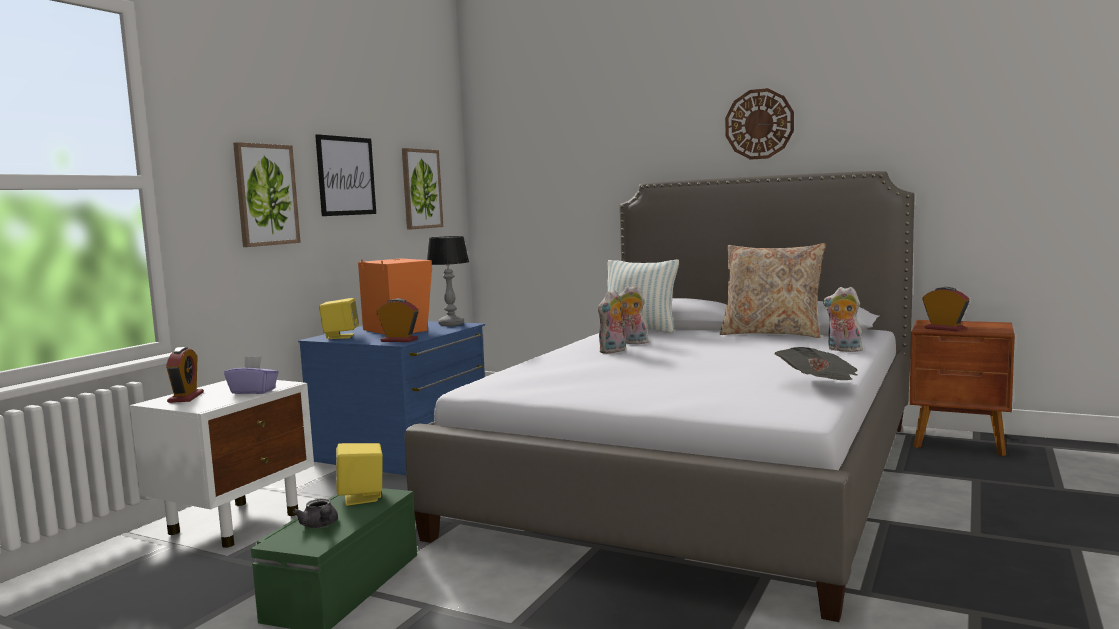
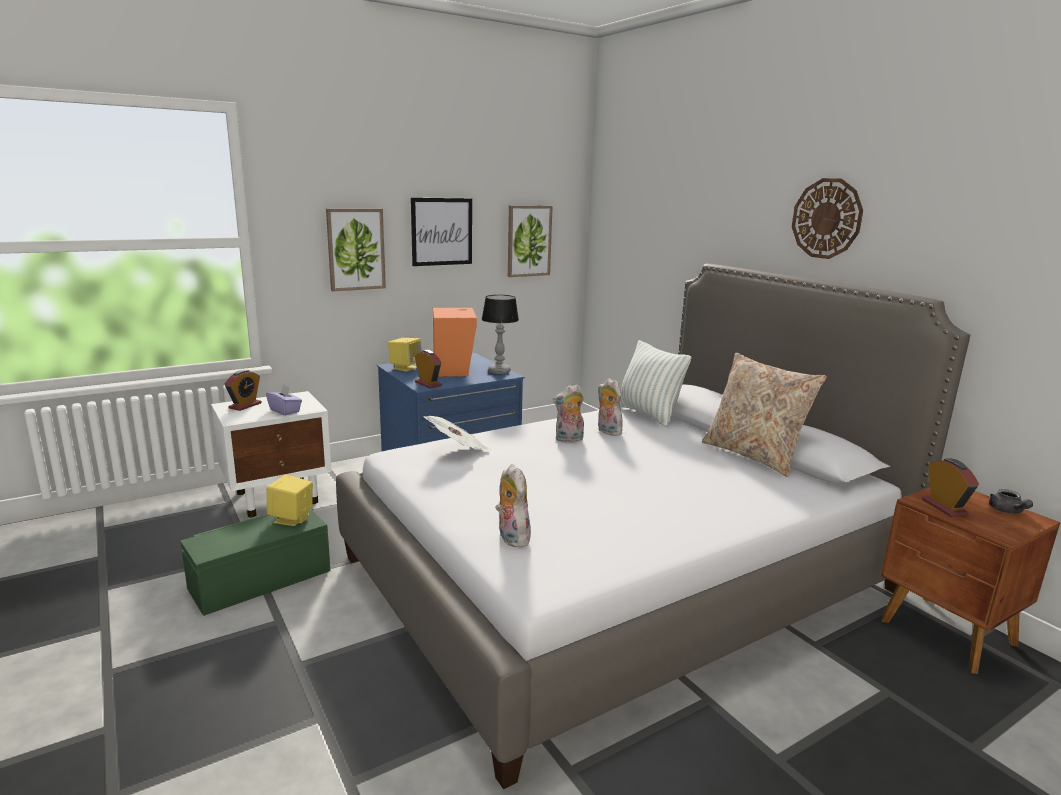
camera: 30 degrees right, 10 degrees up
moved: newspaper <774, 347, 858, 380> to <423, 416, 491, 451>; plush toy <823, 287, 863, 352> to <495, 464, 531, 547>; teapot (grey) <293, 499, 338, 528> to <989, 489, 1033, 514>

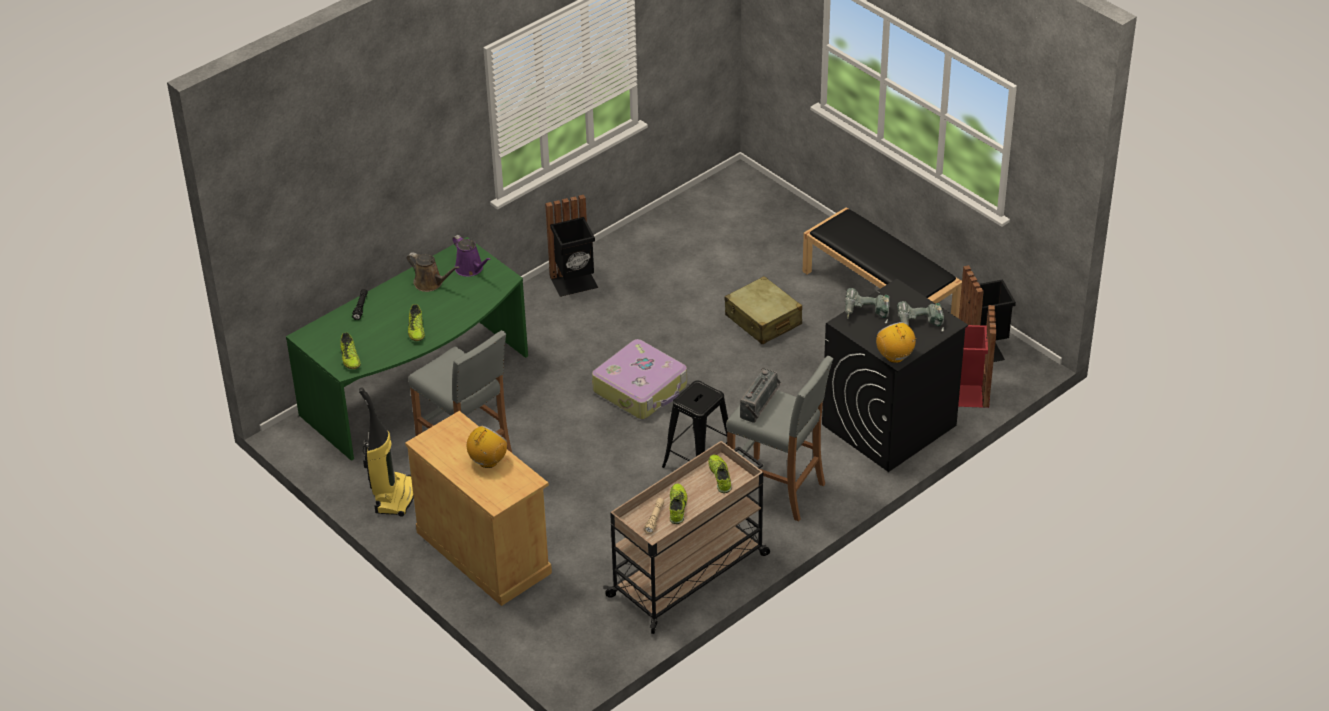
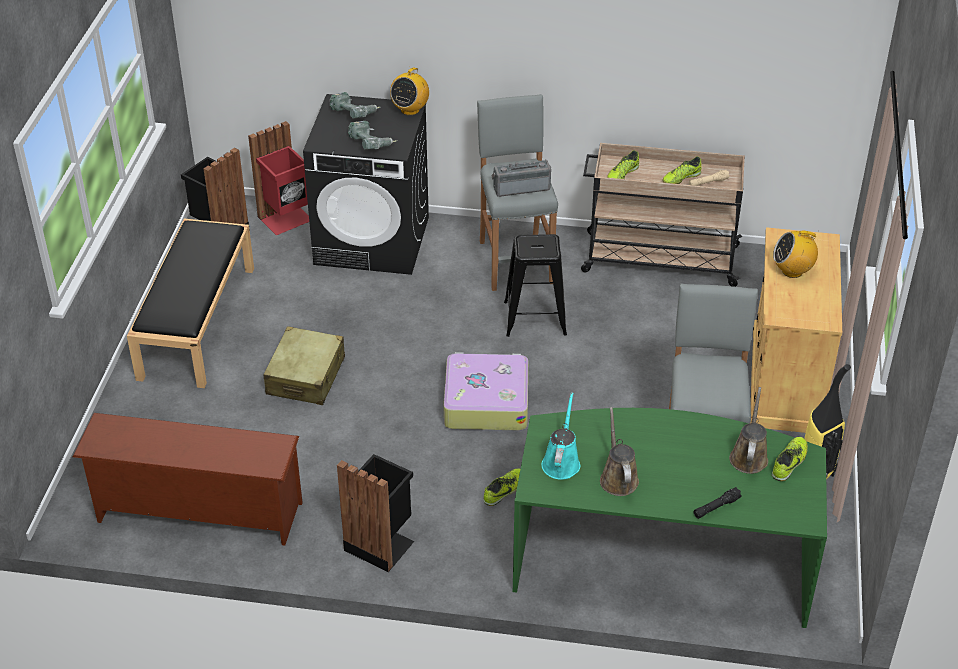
camera: 130 degrees left, 0 degrees up
added: shoe rack (brown) <72, 413, 303, 545>; watering can (brown) <729, 387, 768, 474>
moved: shoe <408, 304, 425, 341> to <483, 468, 520, 506>
recoloured: watering can (purple) <453, 235, 491, 277> to watering can (turquoise) <541, 392, 580, 480>

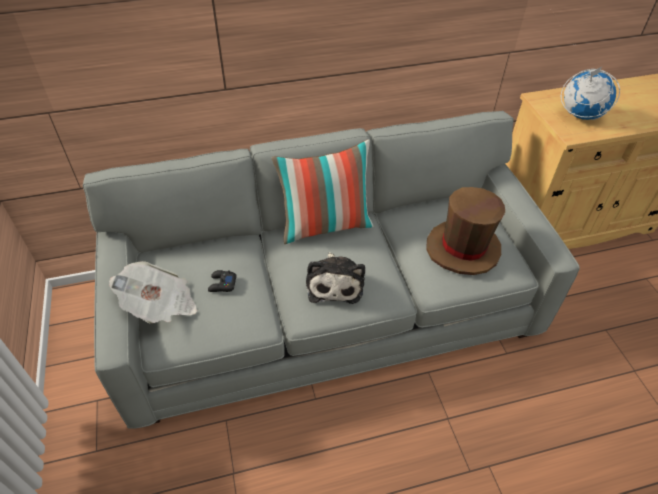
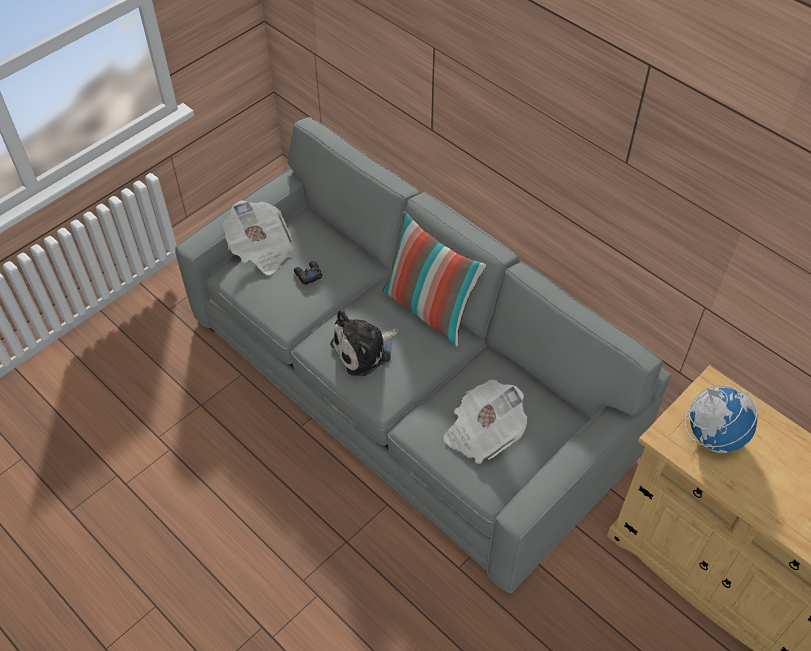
camera: 60 degrees right, 5 degrees up
replaced: hat (brown) <426, 187, 505, 275> to newspaper <443, 379, 527, 464>

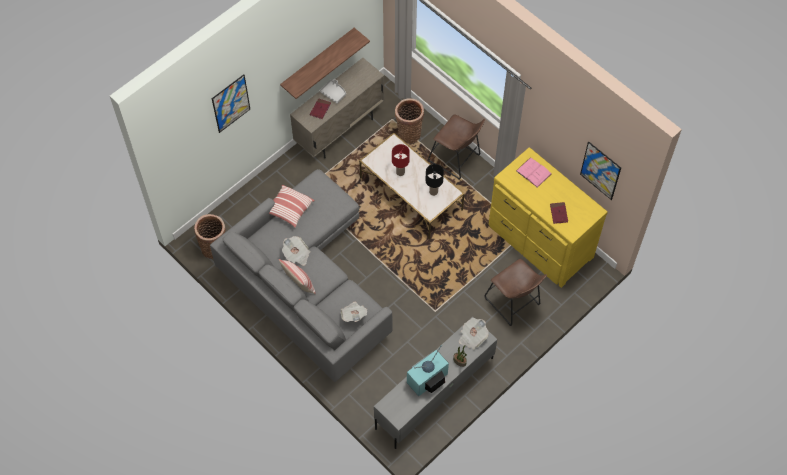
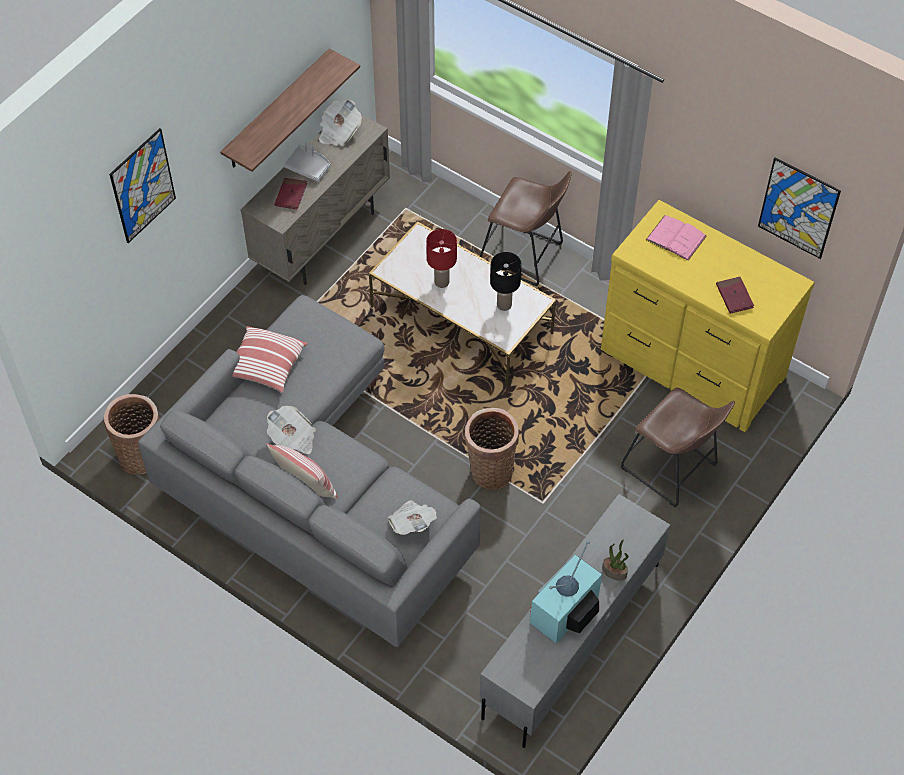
camera: 10 degrees left, 5 degrees down
moved: newspaper <459, 318, 489, 349> to <319, 99, 362, 146>; basket <395, 98, 424, 143> to <464, 408, 519, 490>

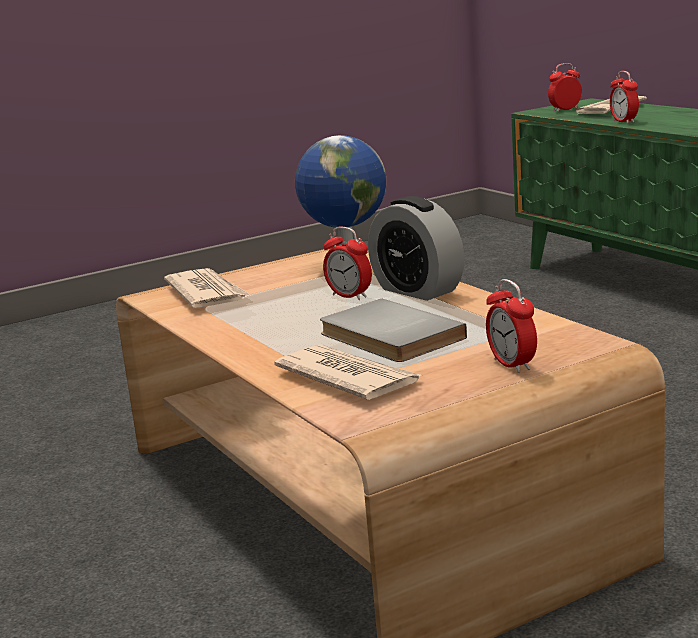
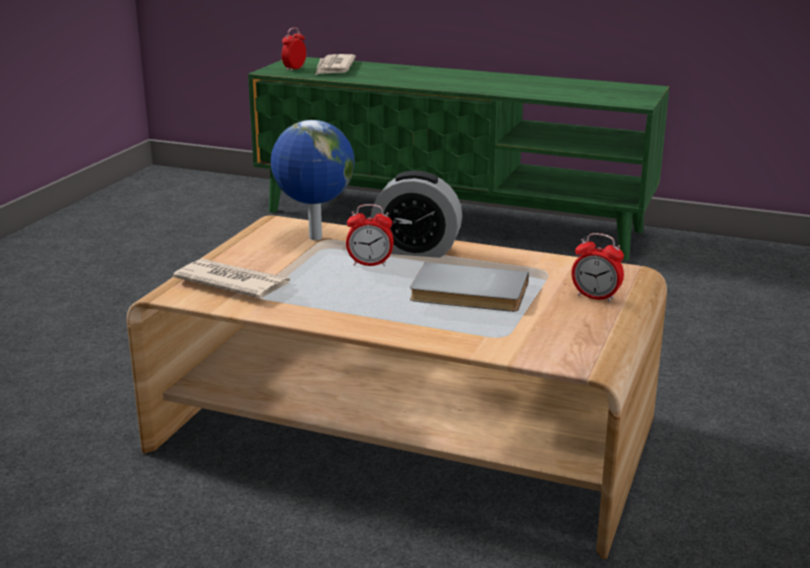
camera: 40 degrees left, 5 degrees up
removed: newspaper <274, 344, 421, 400>; alarm clock <610, 71, 639, 124>

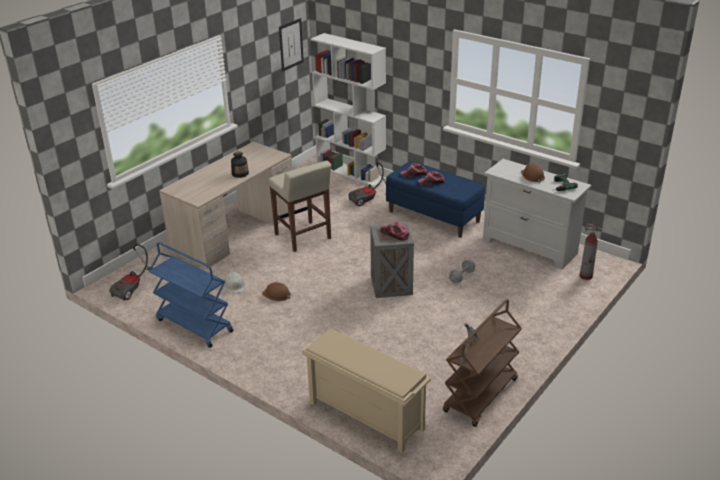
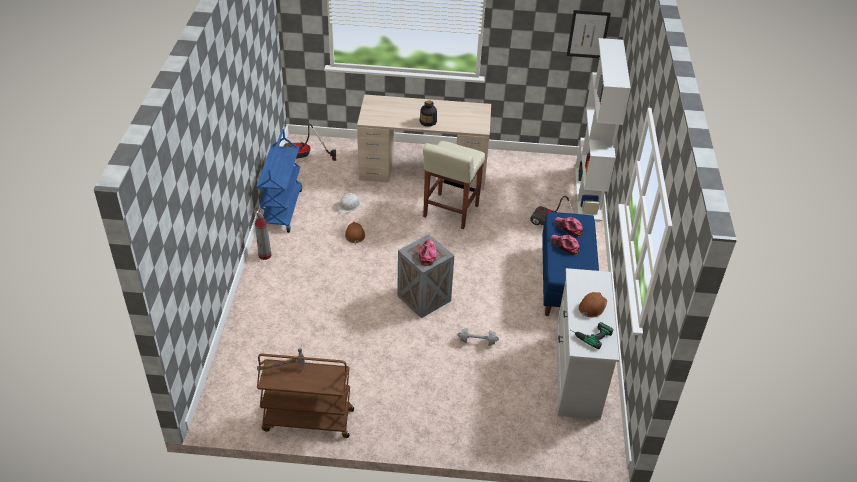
camera: 55 degrees right, 10 degrees up
removed: shoe rack (beige) <302, 329, 431, 453>
moved: fire extinguisher <579, 223, 602, 280> to <255, 205, 272, 260>

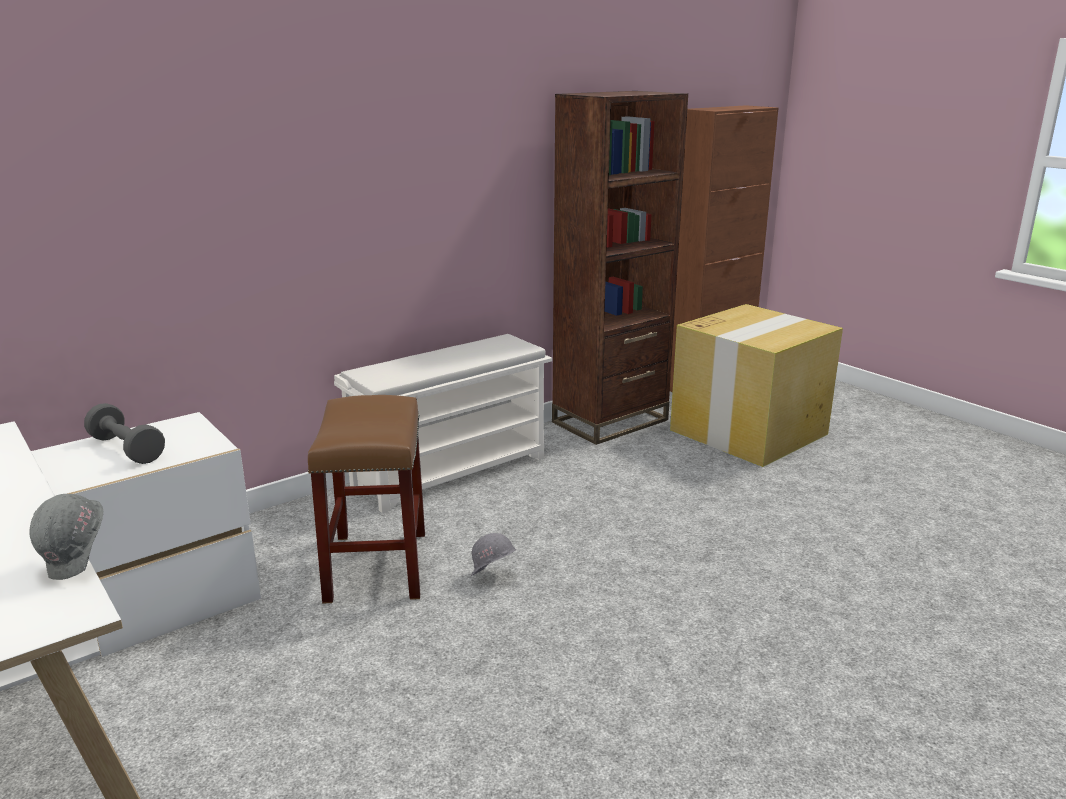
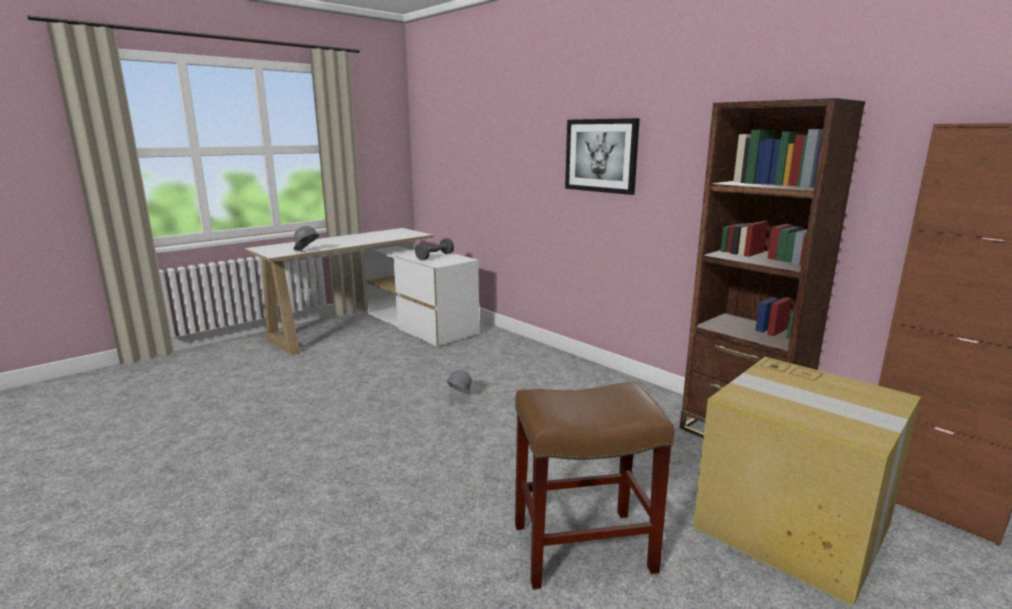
camera: 85 degrees right, 5 degrees down
removed: shoe rack (white) <334, 334, 552, 513>
added: picture <565, 118, 640, 195>
moved: stool (brown) <308, 395, 425, 604> to <515, 382, 674, 590>

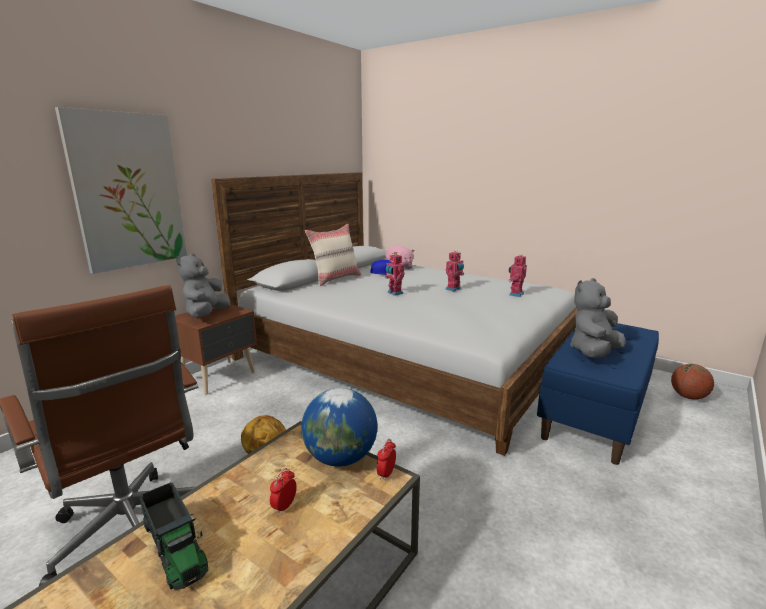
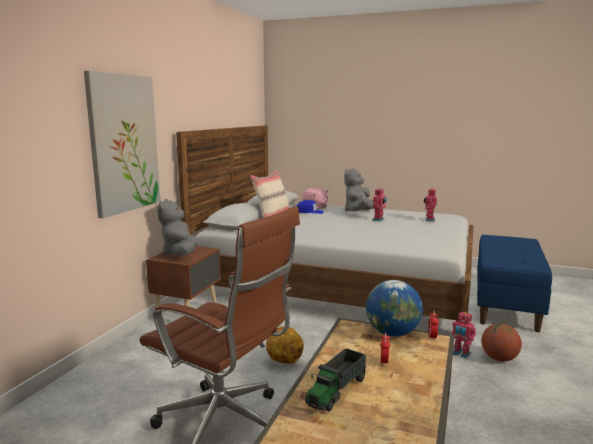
camera: 15 degrees left, 5 degrees down
moved: plush toy (grey) <570, 278, 626, 358> to <344, 168, 374, 211>; toy robot <385, 253, 405, 296> to <451, 311, 476, 358>; basketball <671, 364, 714, 400> to <482, 324, 522, 362>
turned: toy truck <140, 482, 208, 589> = <305, 349, 366, 412> 90 degrees clockwise

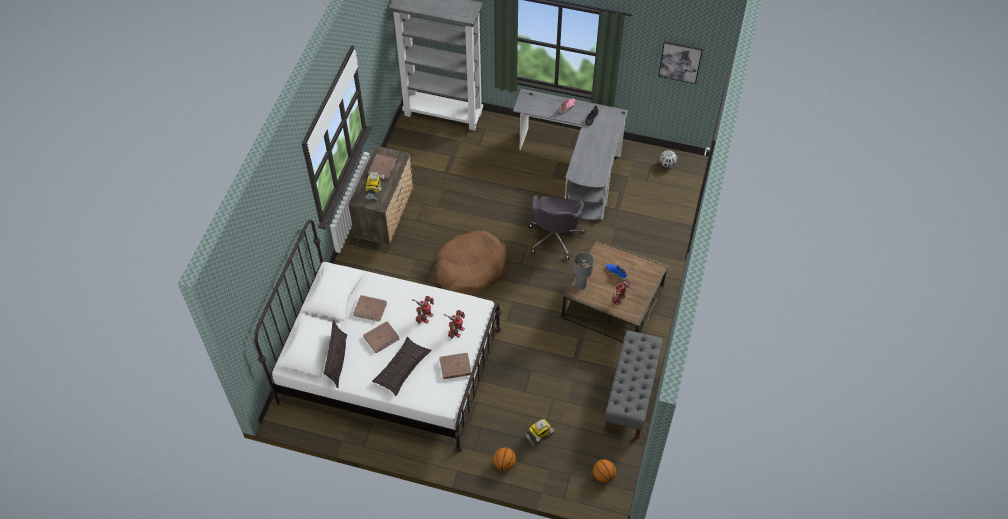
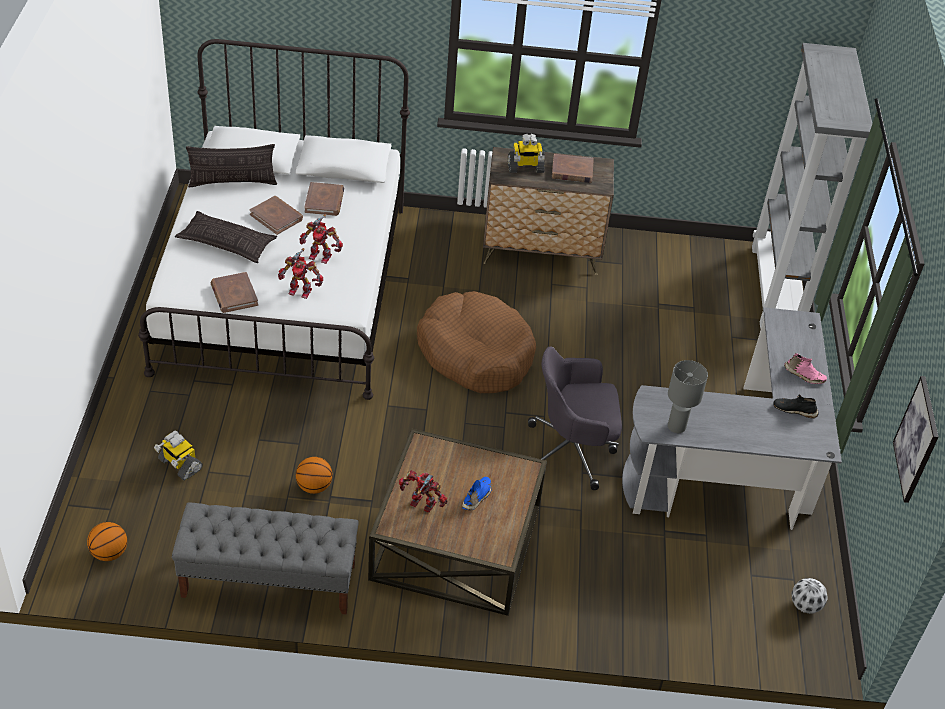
camera: 75 degrees right, 10 degrees down
moved: basketball <493, 448, 516, 471> to <296, 457, 333, 494>; table lamp (grey) <573, 252, 594, 289> to <668, 360, 708, 433>

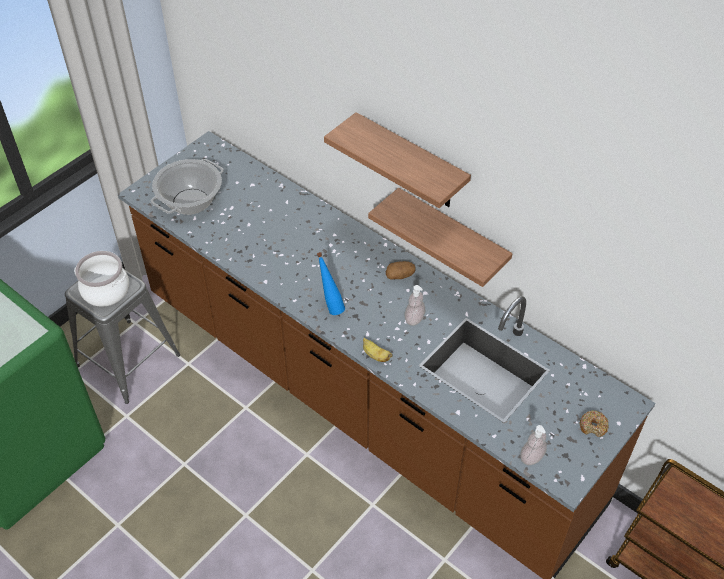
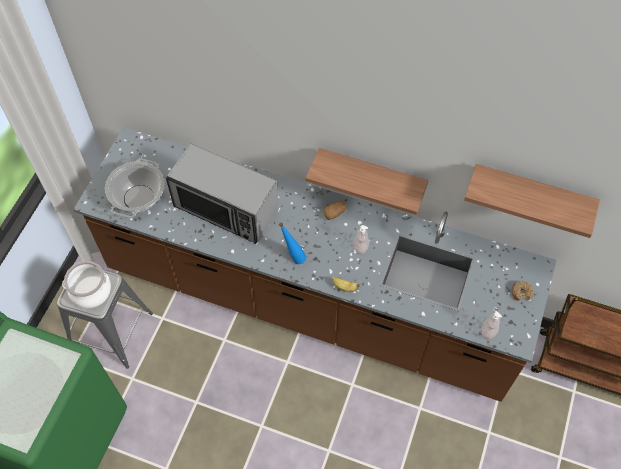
camera: 20 degrees left, 10 degrees up
added: microwave <166, 144, 279, 244>
moved: shelf <324, 112, 471, 208> to <464, 164, 600, 238>

